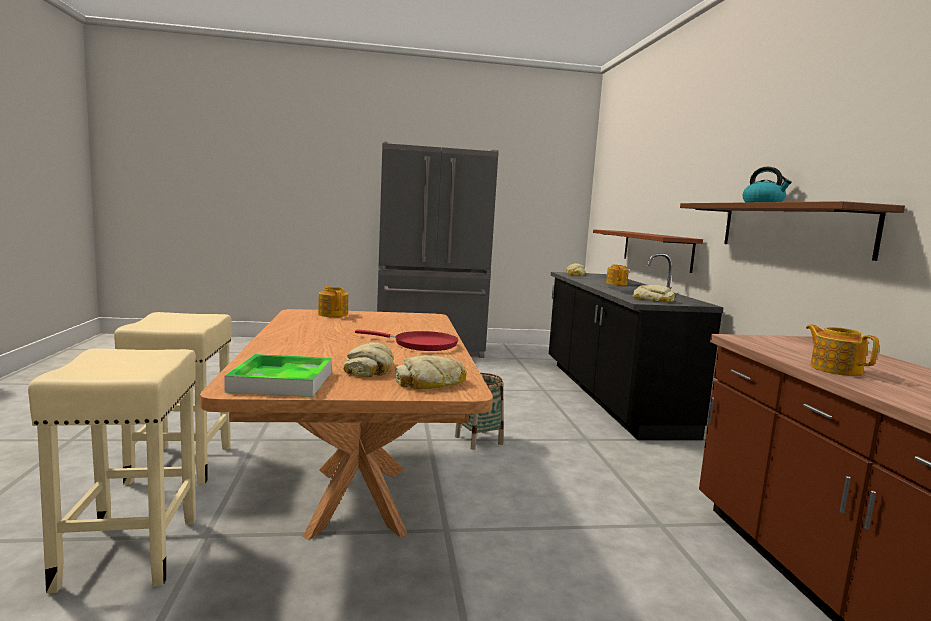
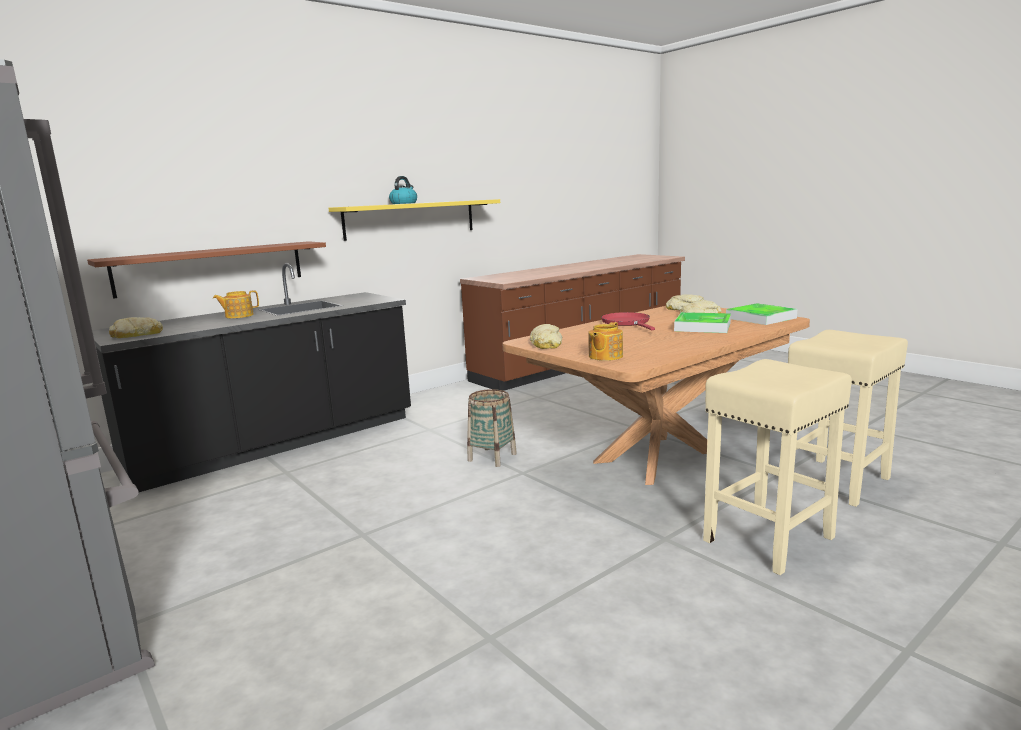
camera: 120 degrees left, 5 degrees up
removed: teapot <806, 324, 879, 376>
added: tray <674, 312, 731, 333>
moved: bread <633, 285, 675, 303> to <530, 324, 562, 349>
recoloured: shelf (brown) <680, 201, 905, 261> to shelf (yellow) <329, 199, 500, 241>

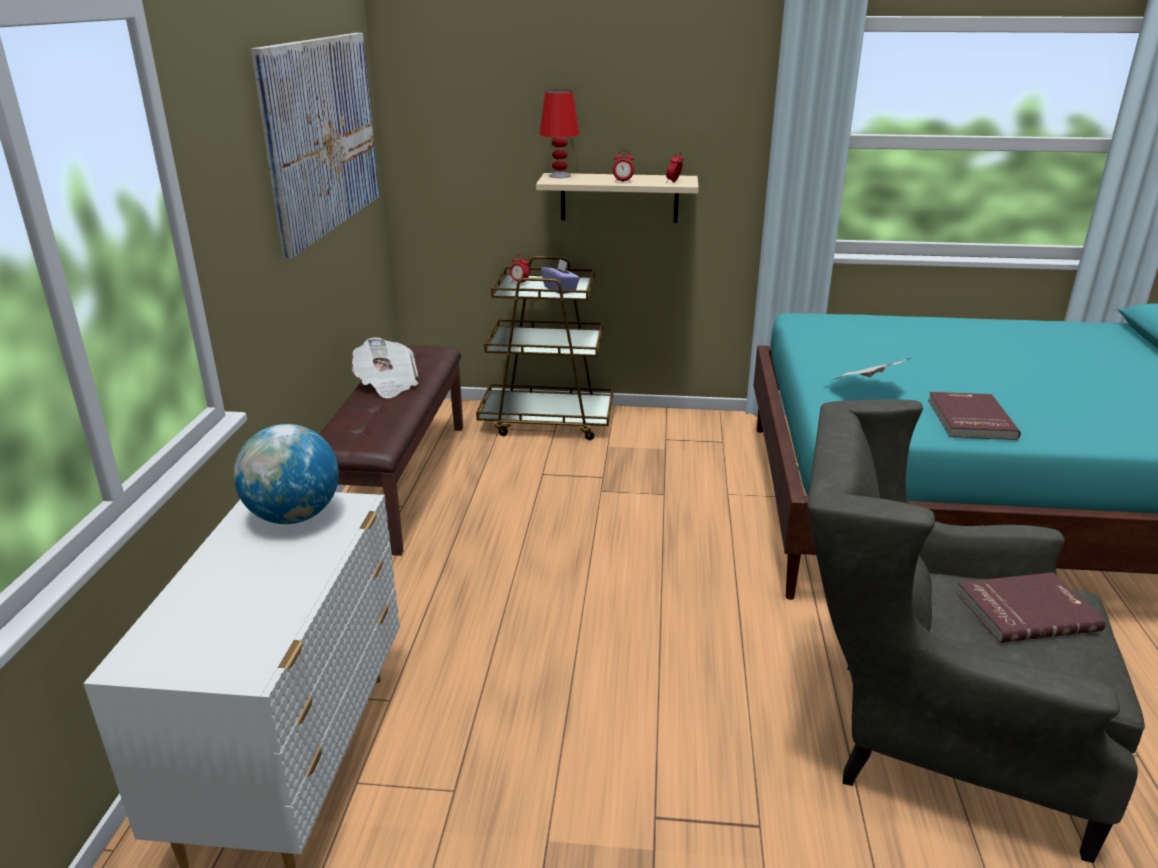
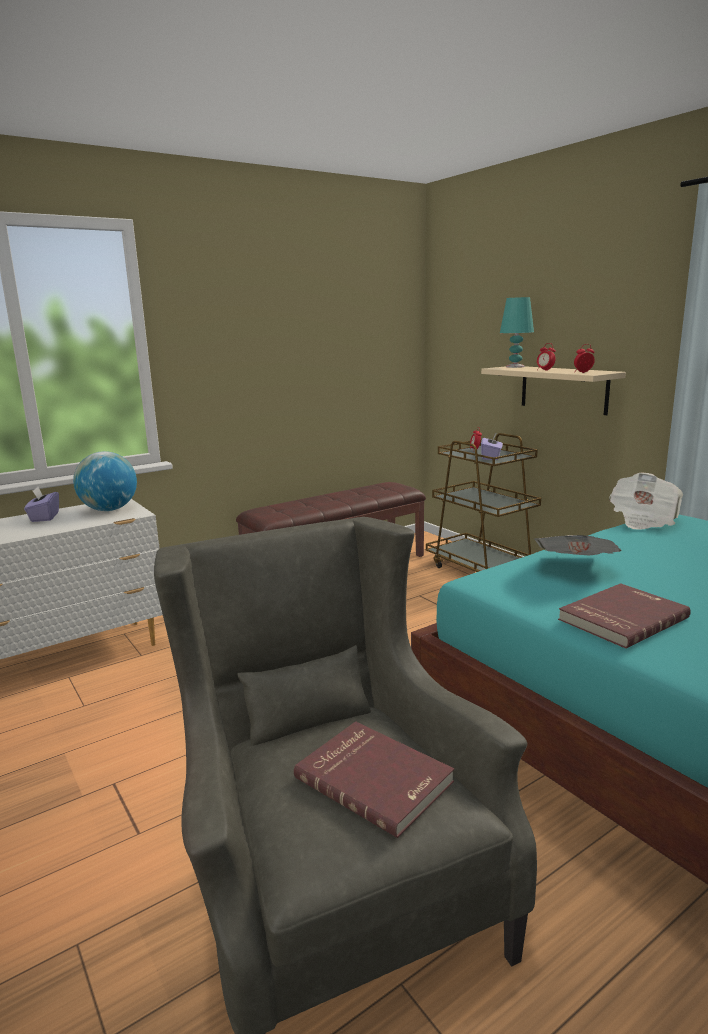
camera: 50 degrees right, 10 degrees down
removed: picture <251, 33, 379, 259>
added: tissue box (purple) <24, 487, 59, 522>
moved: newspaper <352, 337, 418, 399> to <609, 473, 683, 530>
recoloured: table lamp (red) <539, 90, 580, 178> to table lamp (turquoise) <500, 297, 534, 368>

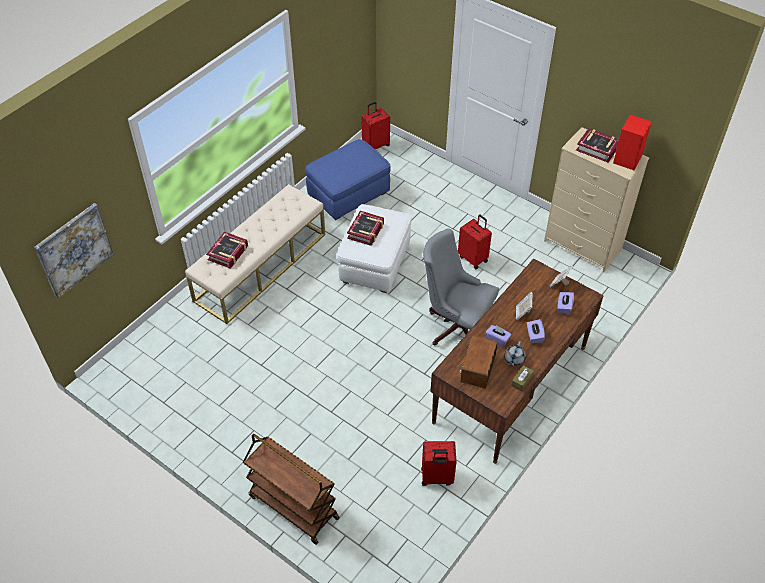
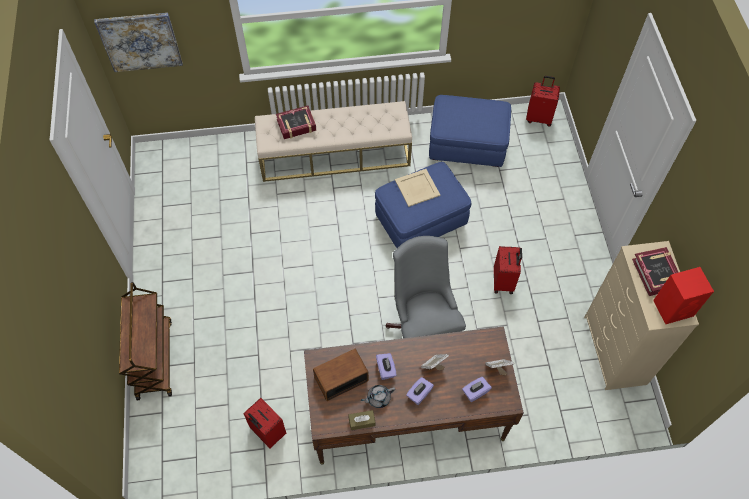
camera: 45 degrees right, 10 degrees up
replaced: book <347, 211, 384, 246> to tray (beige) <395, 169, 440, 207>
recoloured: ottoman (white) <337, 204, 411, 293> to ottoman (blue) <375, 162, 471, 248>

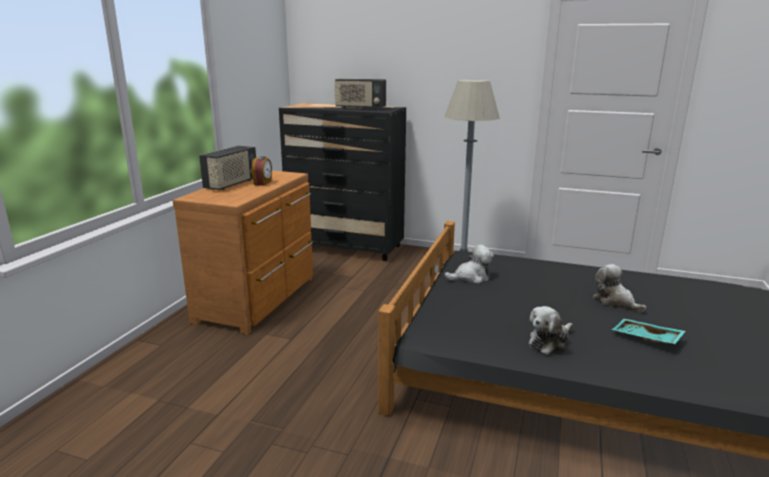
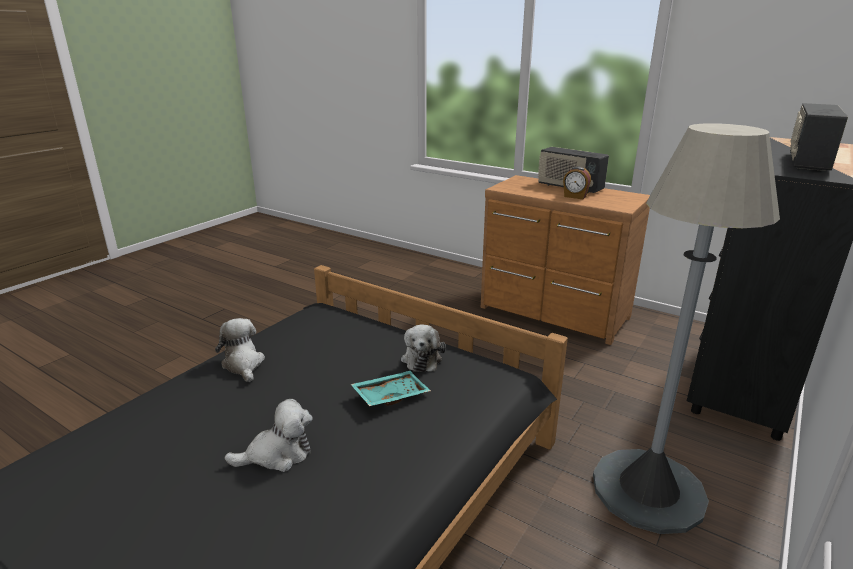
camera: 105 degrees right, 5 degrees up
moved: tray (turquoise) <611, 319, 686, 344> to <351, 371, 431, 406>

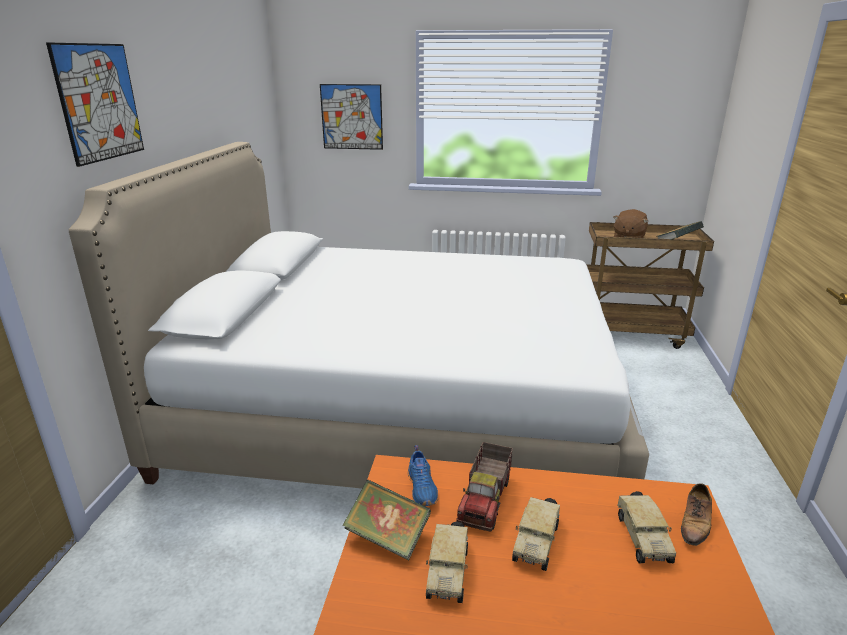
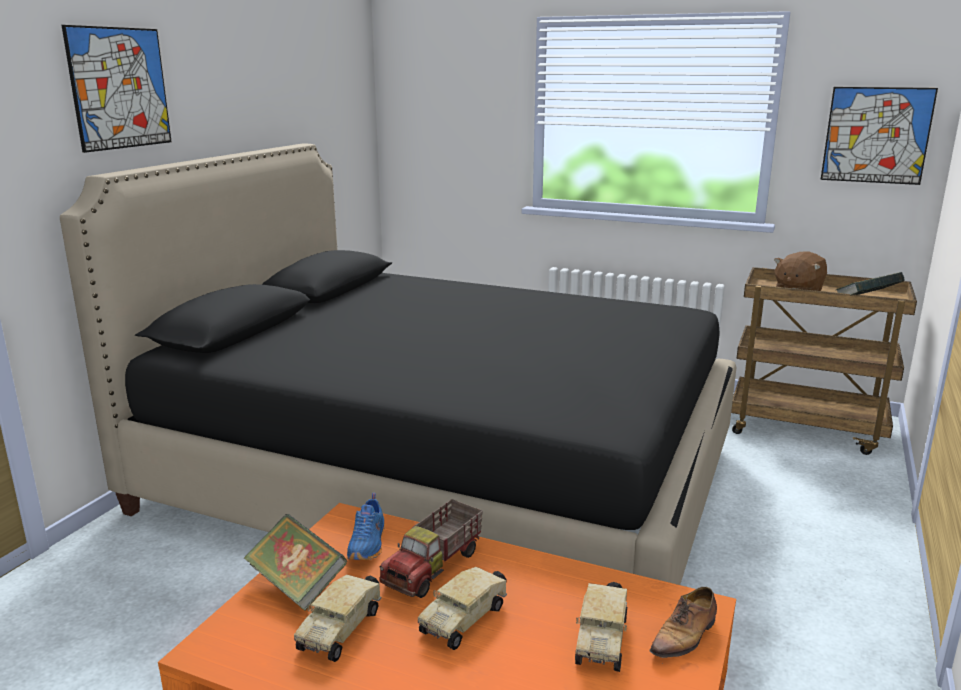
camera: 15 degrees right, 5 degrees down
moved: picture <320, 84, 383, 150> to <820, 87, 938, 185>
recoloured: bed (white) <69, 142, 649, 489> to bed (black) <60, 143, 736, 585>

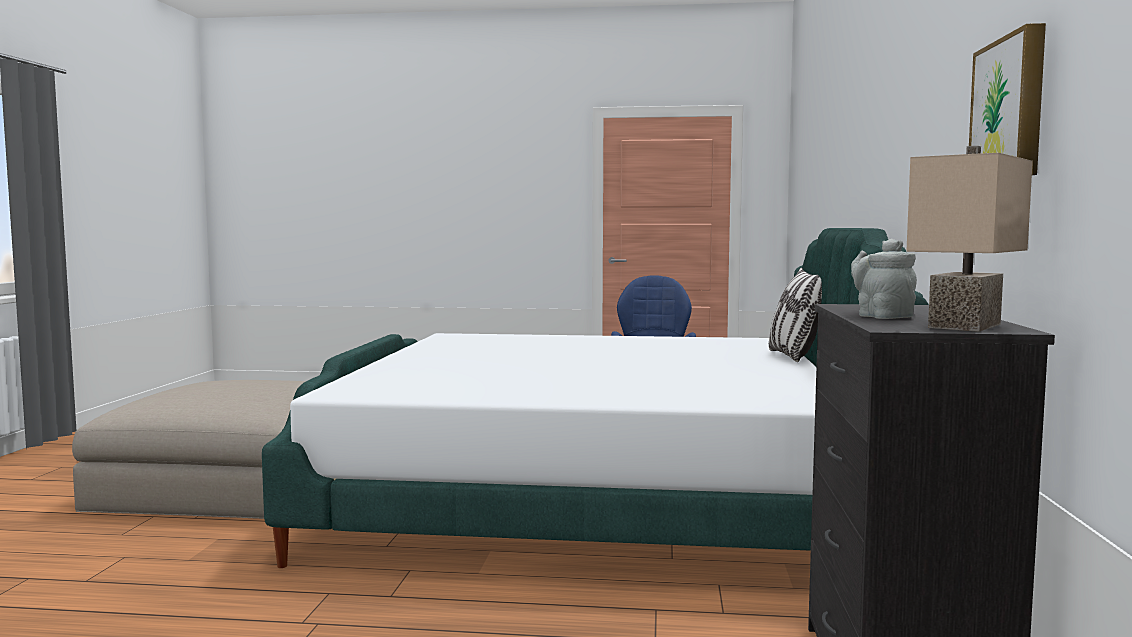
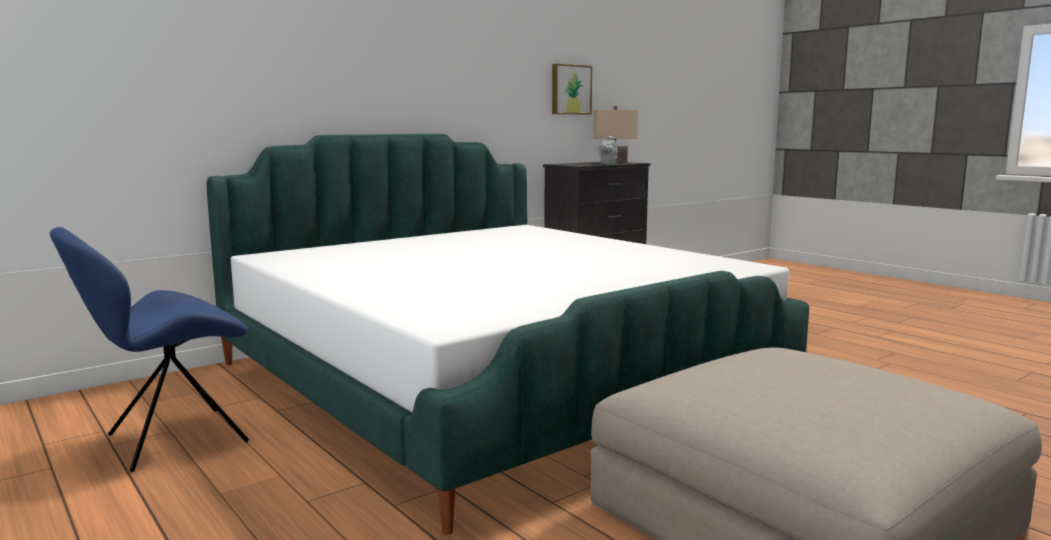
camera: 135 degrees left, 5 degrees up
removed: pillow <769, 268, 822, 362>

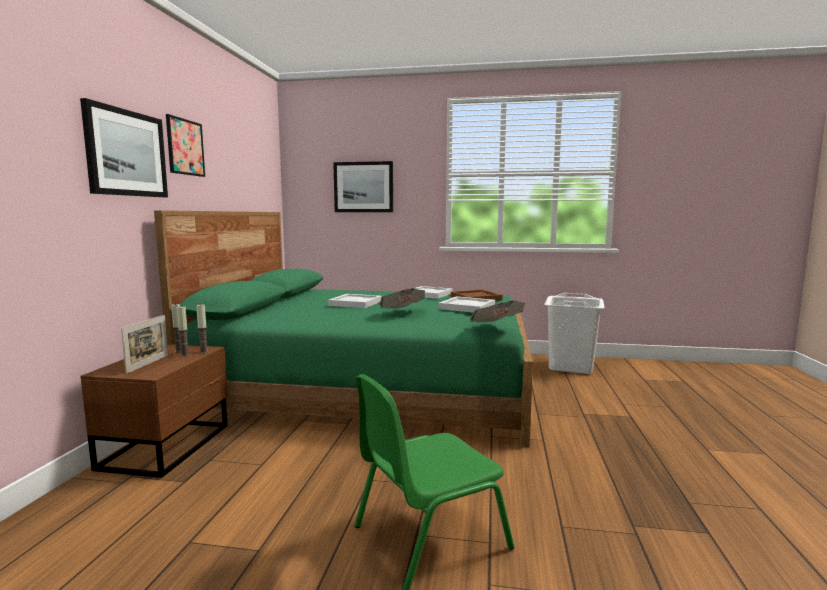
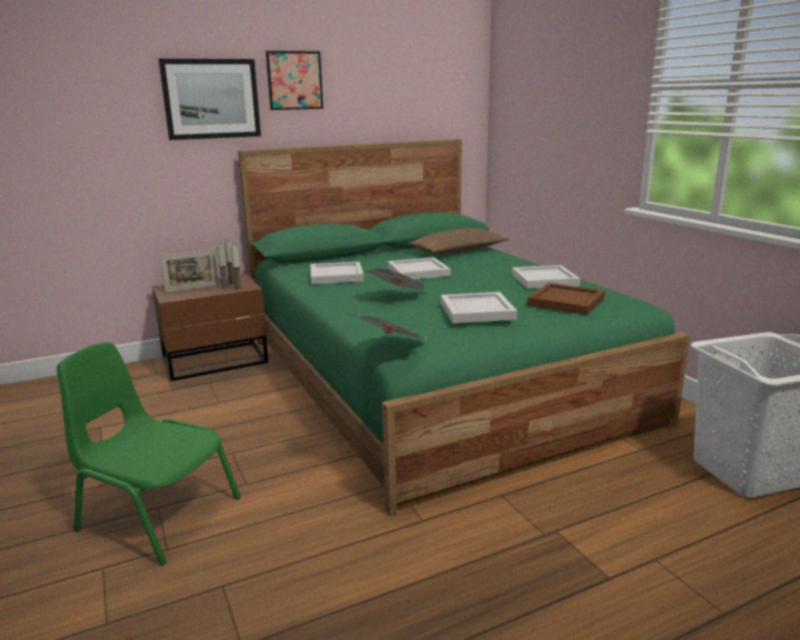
camera: 55 degrees right, 10 degrees up
removed: picture <333, 161, 393, 212>
added: tray (white) <311, 262, 364, 284>; pillow (brown) <409, 228, 509, 254>

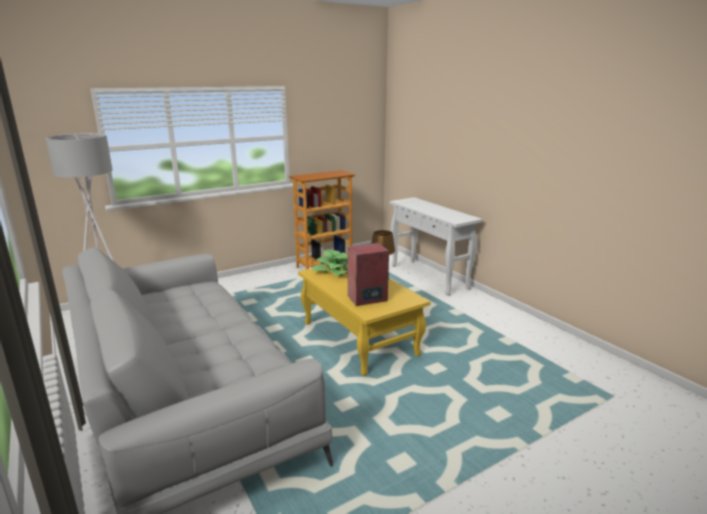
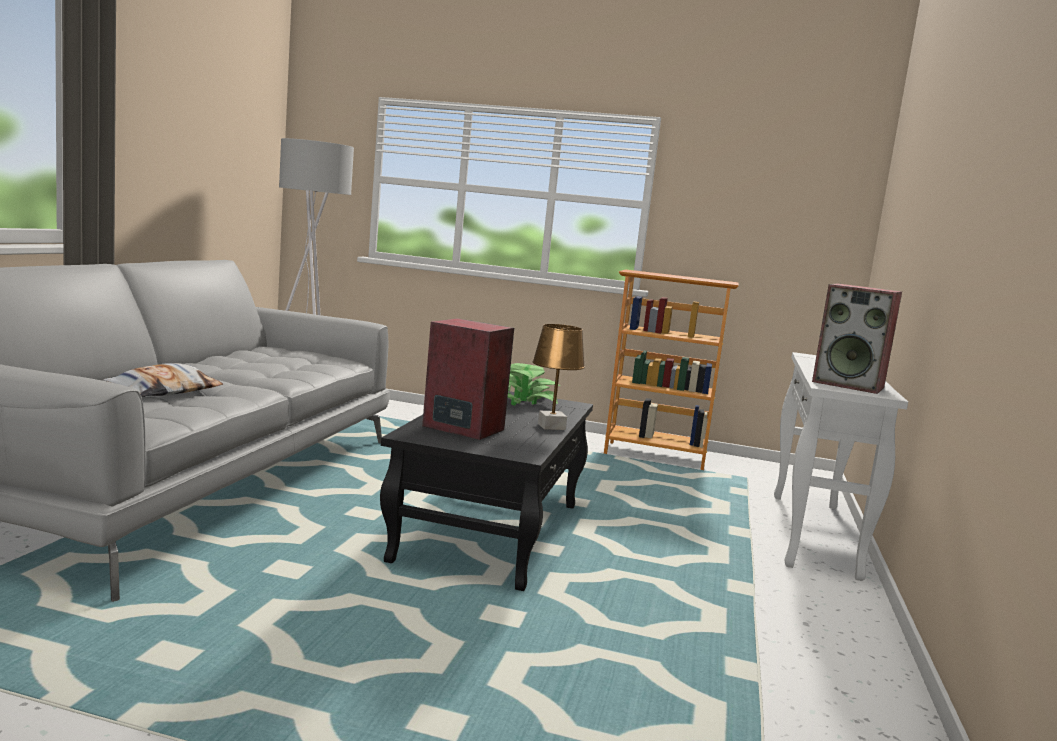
camera: 45 degrees right, 10 degrees down
added: pillow <103, 363, 223, 397>; speaker <812, 284, 902, 394>
recoloured: coffee table (yellow) <298, 260, 431, 376> to coffee table (black) <380, 391, 593, 591>

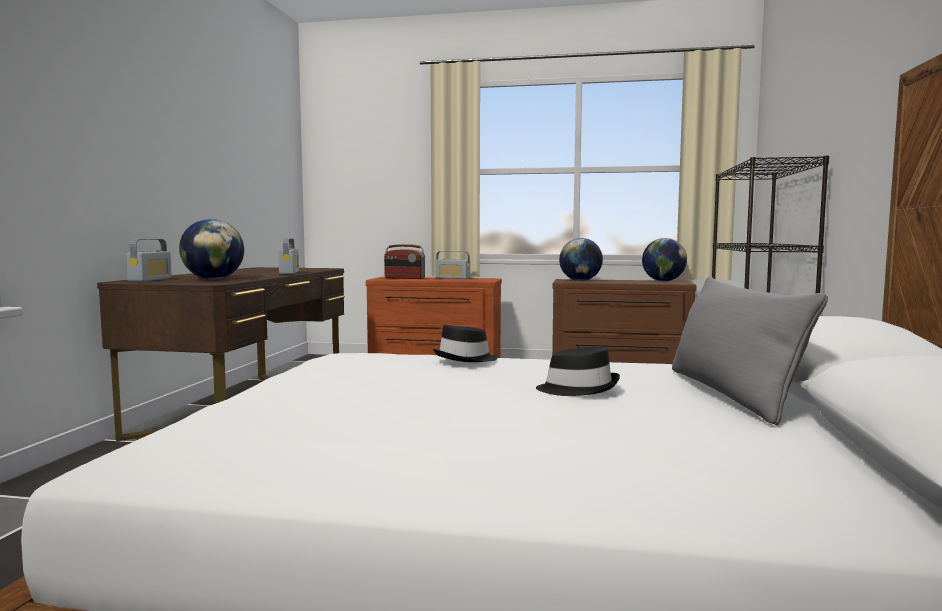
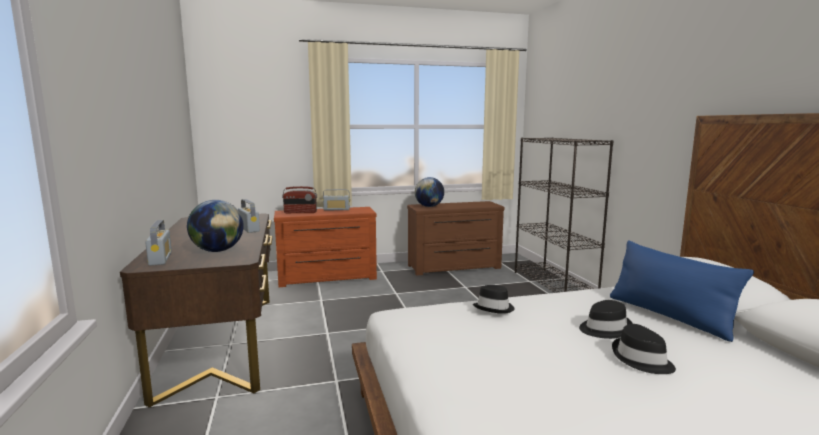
camera: 25 degrees left, 5 degrees up
removed: globe <642, 238, 687, 281>
added: hat (black) <612, 324, 676, 374>
recoloured: pillow (grey) <672, 277, 828, 425> to pillow (blue) <610, 240, 754, 342>

